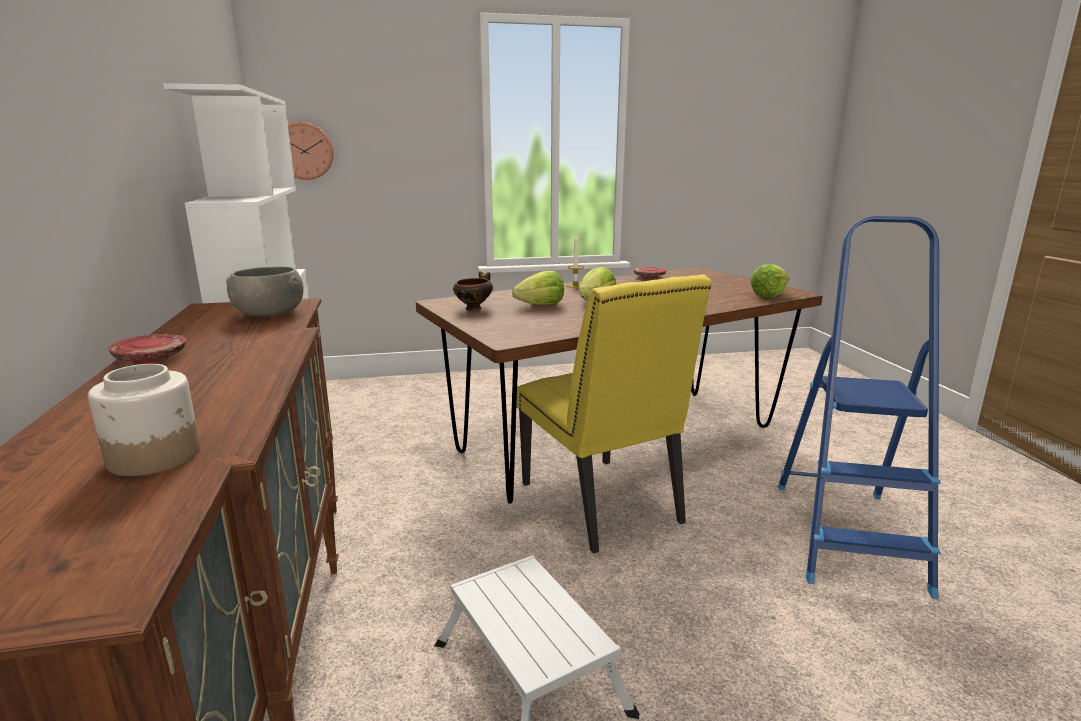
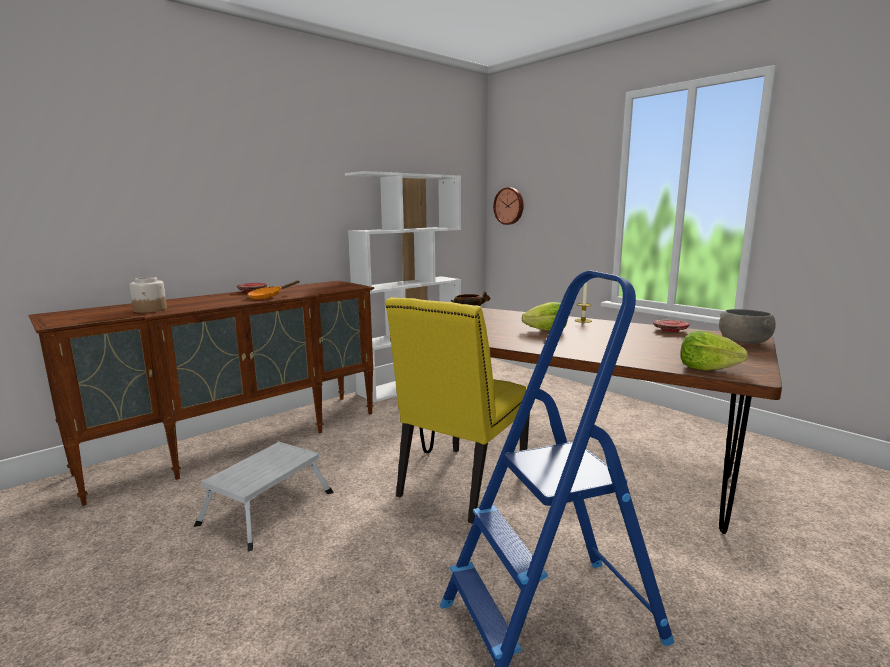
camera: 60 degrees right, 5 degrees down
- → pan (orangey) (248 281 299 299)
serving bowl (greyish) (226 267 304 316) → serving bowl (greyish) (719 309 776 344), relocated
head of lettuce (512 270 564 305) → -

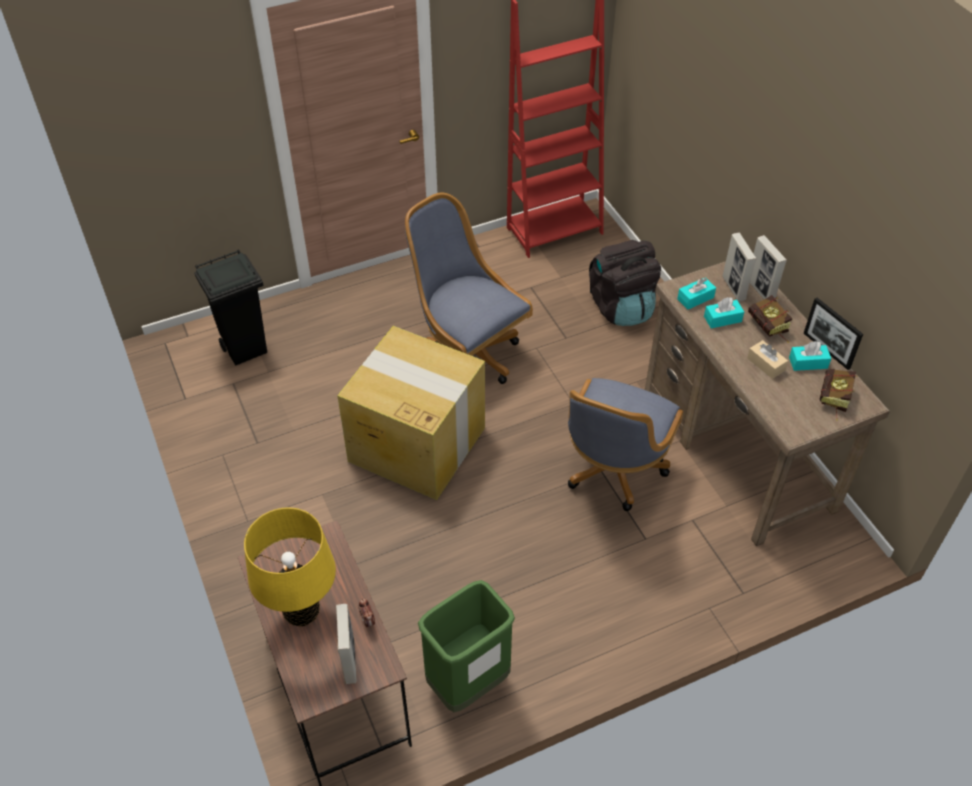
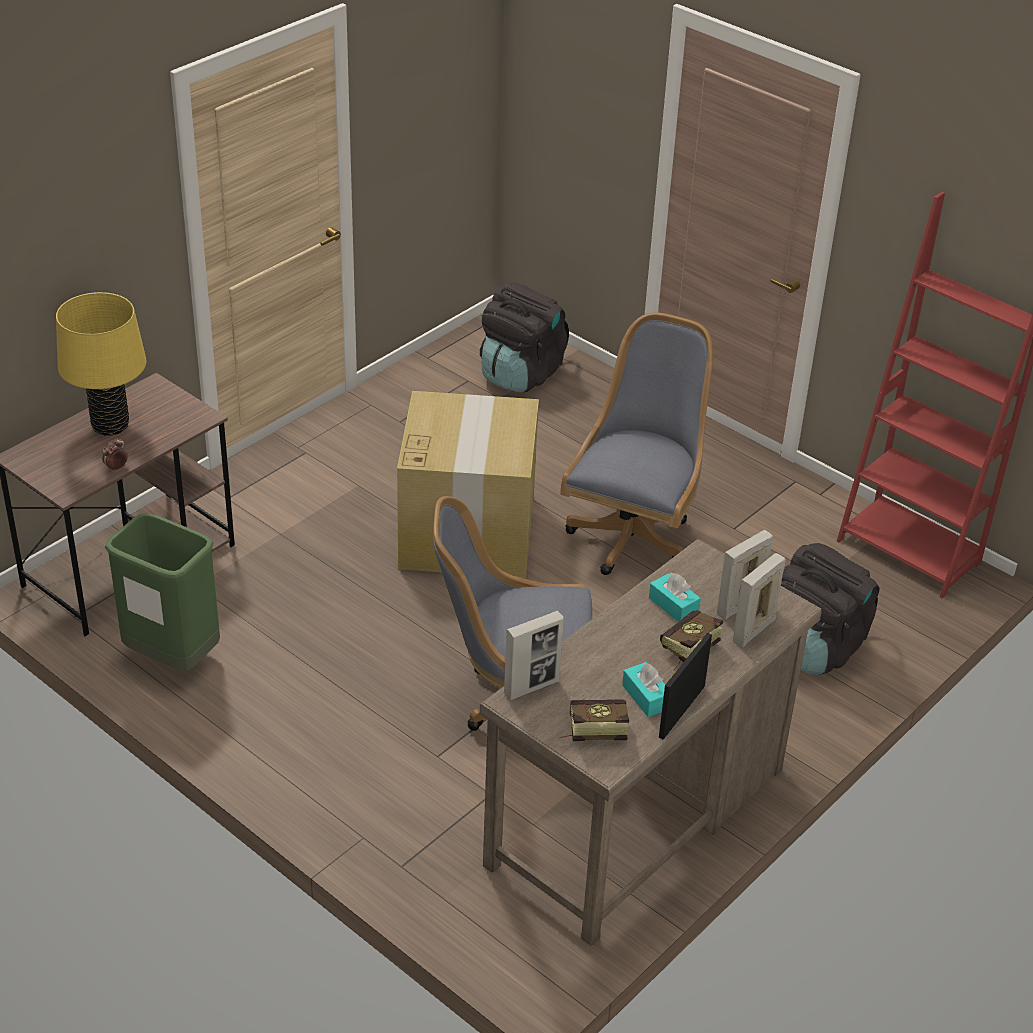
camera: 65 degrees right, 10 degrees down
waste bin (blackish) (194 249 267 365) → knapsack (blackish) (480 282 569 392)
standing frame (336 604 357 684) → standing frame (504 611 564 700), relocated
tissue box (turquoise) (677 277 716 309) → -
tissue box (beige-coloured) (747 340 788 379) → -

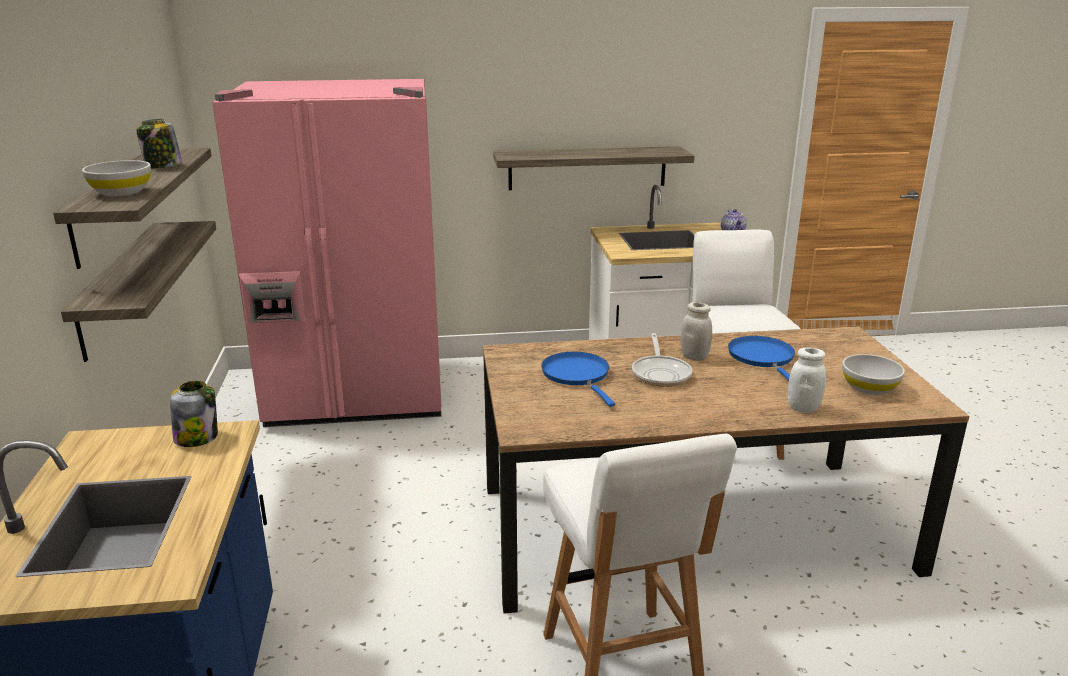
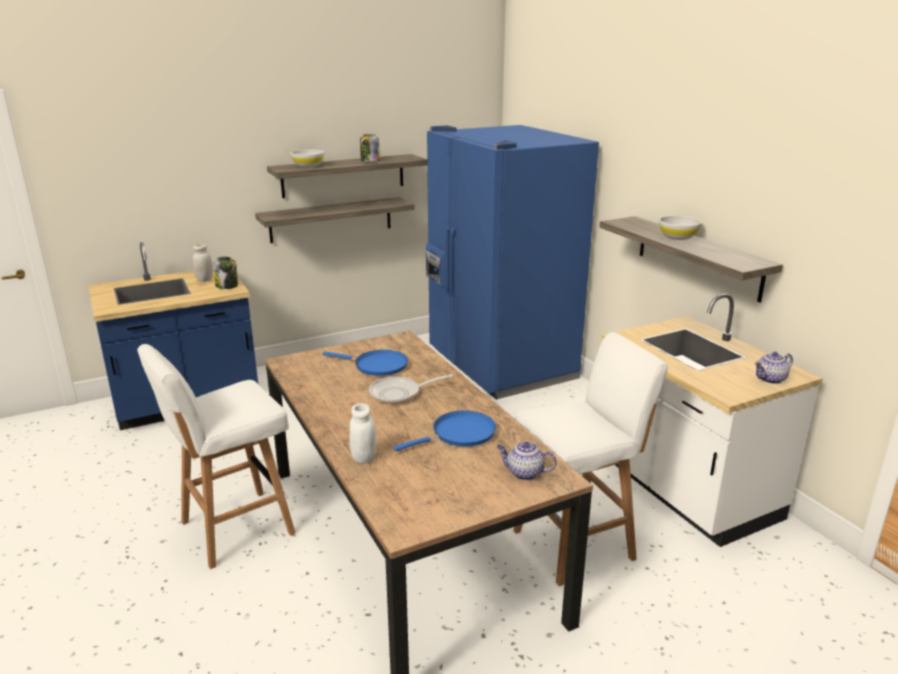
camera: 70 degrees right, 0 degrees up
storage jar (whitish) (681 302 712 361) → storage jar (whitish) (193 244 213 282), relocated
pan (blue-coloured) (541 352 615 407) → pan (blue-coloured) (322 350 408 376), 60 degrees clockwise
fridge (pink) (212 79 441 427) → fridge (blue-coloured) (426 125 599 400)
- → pot for tea (497 442 557 480)
serving bowl (whitish) (842 354 905 395) → serving bowl (whitish) (659 216 701 240), relocated

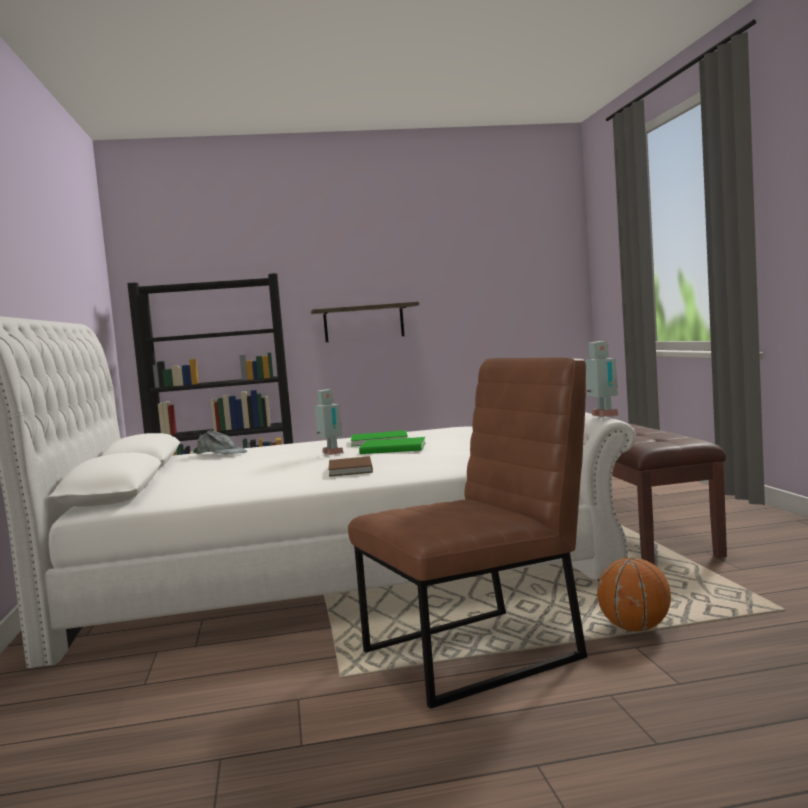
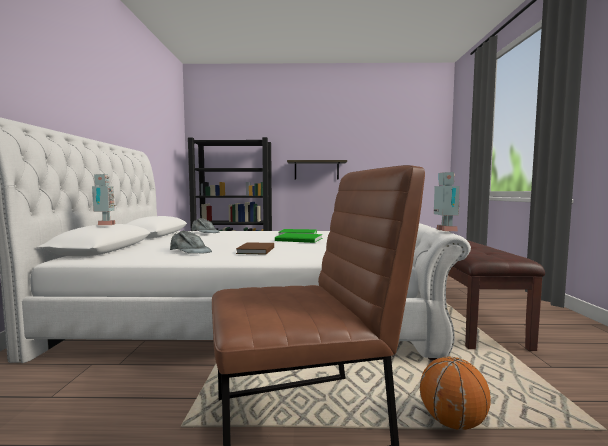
camera: 10 degrees right, 0 degrees up
robot figure (315 389 343 455) → robot figure (92 174 116 225), relocated
- → baseball cap (greyish) (170 230 212 254)

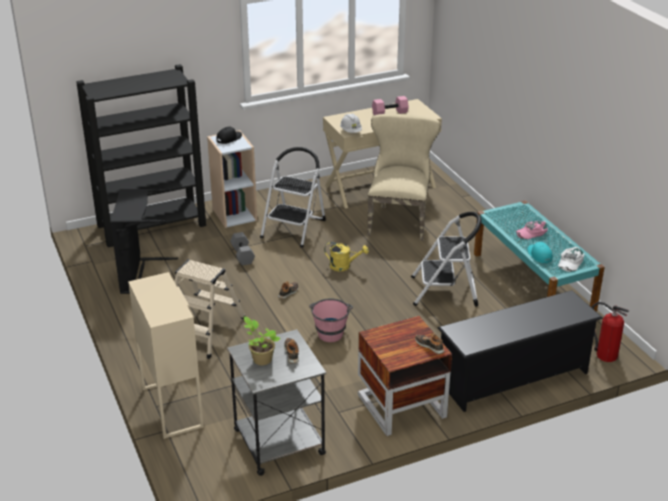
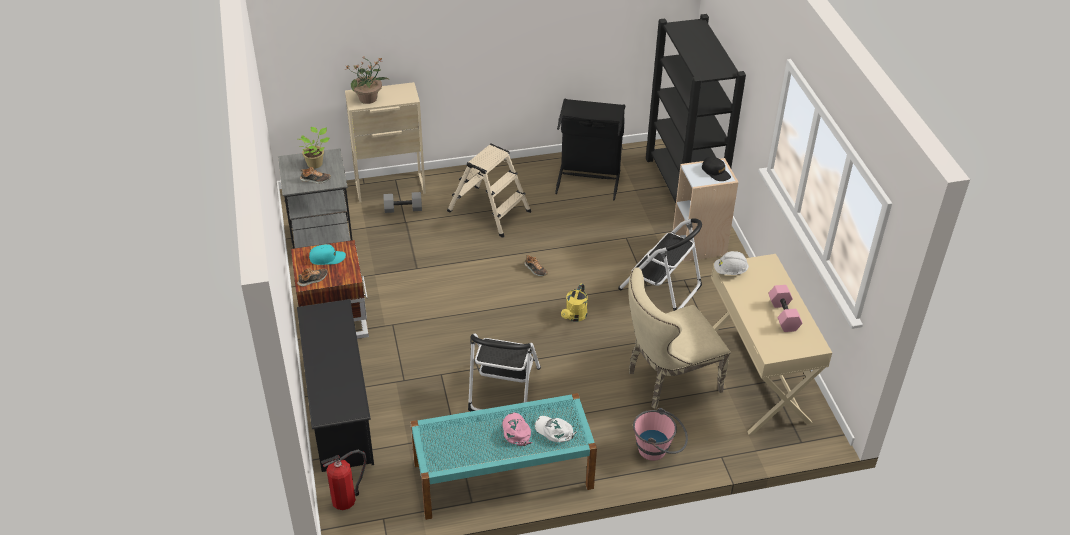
camera: 100 degrees right, 10 degrees up
baseball cap (turquoise) (527 242 552 263) → baseball cap (turquoise) (309 244 346 265), relocated
- → plant in a pot (345 57 390 104)
hand weight (greyish) (230 232 255 265) → hand weight (greyish) (384 192 422 213), relocated
baseball cap (whitish) (558 247 584 272) → baseball cap (whitish) (535 416 577 442), relocated
plain chair (beige-coloured) (367 114 440 241) → plain chair (beige-coloured) (628 267 731 409), 135 degrees clockwise
water bucket (pink) (309 298 353 342) → water bucket (pink) (633 408 688 461), relocated

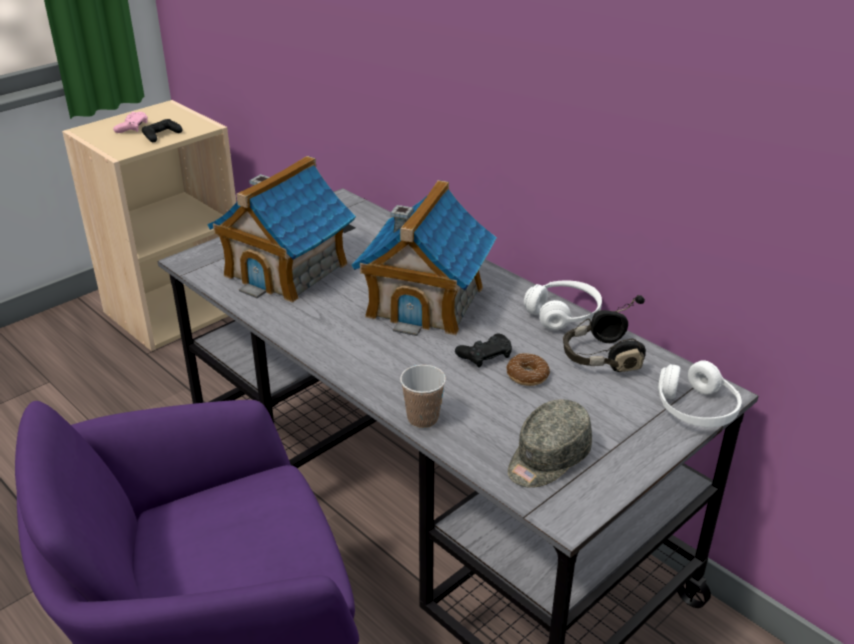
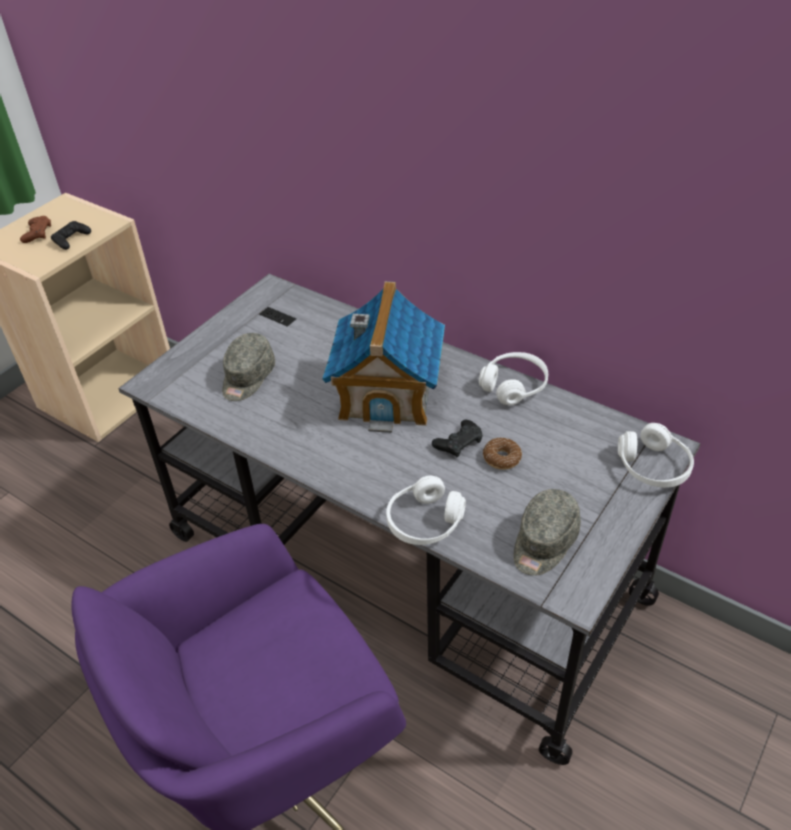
camera: 10 degrees left, 10 degrees up
joypad (pink) (113 112 148 133) → joypad (brown-coloured) (20 216 51 243)
miniature house (207 156 356 303) → baseball cap (greyish) (222 333 275 401)
drinking cup (400 365 446 429) → headset (whitish) (386 476 466 545)
headset (blackish) (563 295 646 372) → -

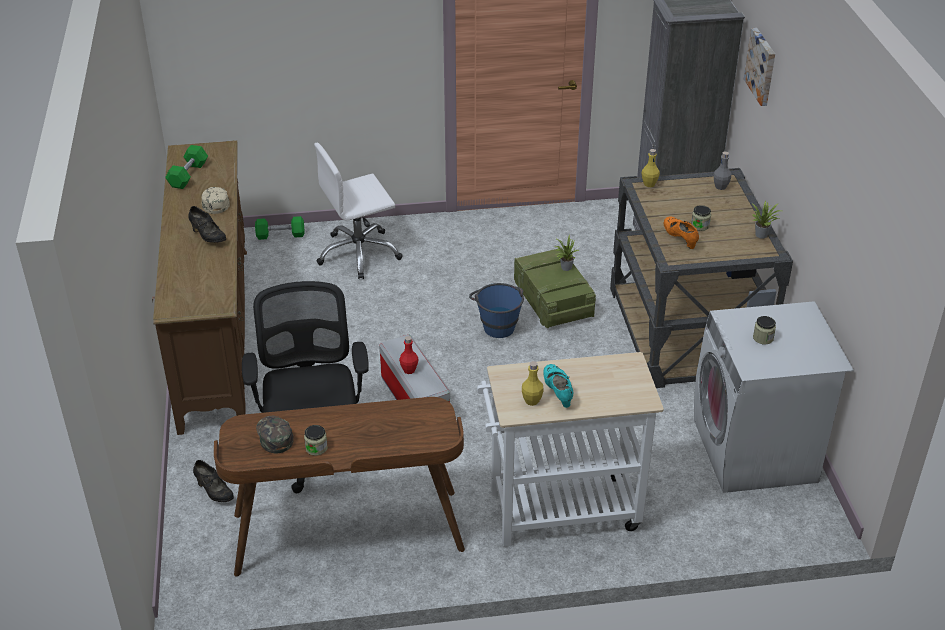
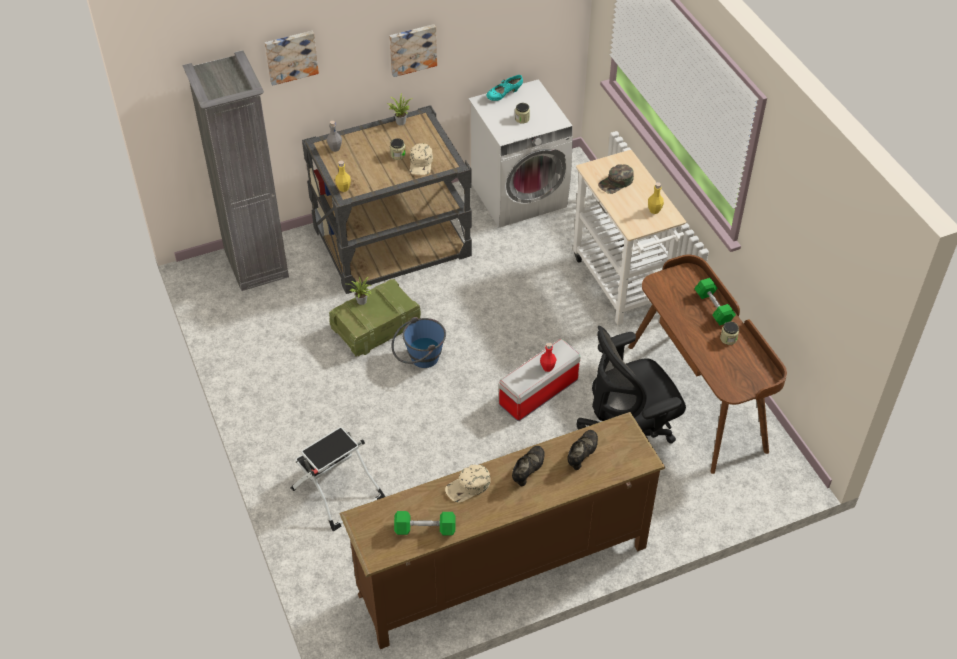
camera: 105 degrees left, 10 degrees up
desk chair (whitish) (314 143 403 279) → stepladder (291 427 386 531)
- → wall art (389 24 437 77)
shoe (orangey) (664 216 699 249) → baseball cap (beige-coloured) (410 143 433 175)
shoe (turquoise) (543 364 573 408) → shoe (turquoise) (486 75 523 101), relocated
shoe (blackish) (193 460 234 502) → shoe (blackish) (567 430 598 470), relocated
baseball cap (green) (256 416 294 453) → baseball cap (green) (598 164 634 194), relocated
hand weight (green) (255 216 304 240) → hand weight (green) (694 278 736 325), relocated

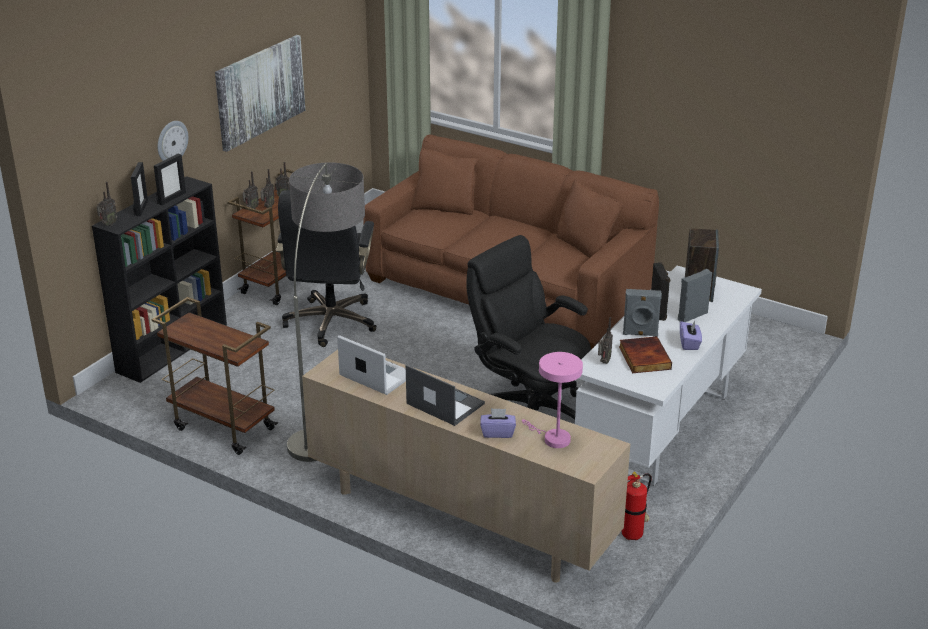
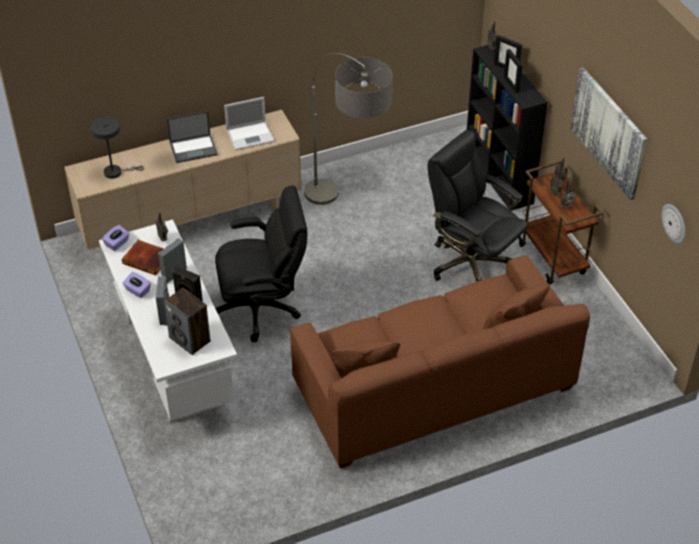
camera: 125 degrees right, 15 degrees up
tabletop lamp (pink) (522 352 583 448) → tabletop lamp (greyish) (90 117 144 179)
tissue box (purple-coloured) (480 408 516 438) → tissue box (purple-coloured) (102 225 130 251), relocated
clock on the wall (158 121 188 161) → clock on the wall (661 204 685 244), relocated
cart (brown-coloured) (151 297 278 455) → -
extinguisher (622 471 651 540) → -

